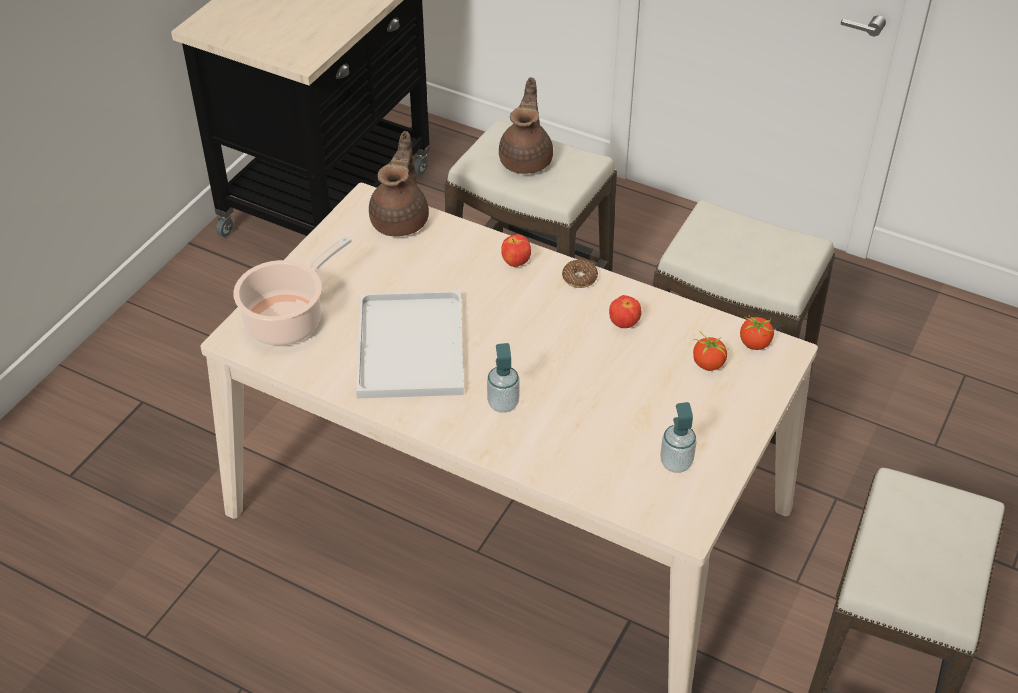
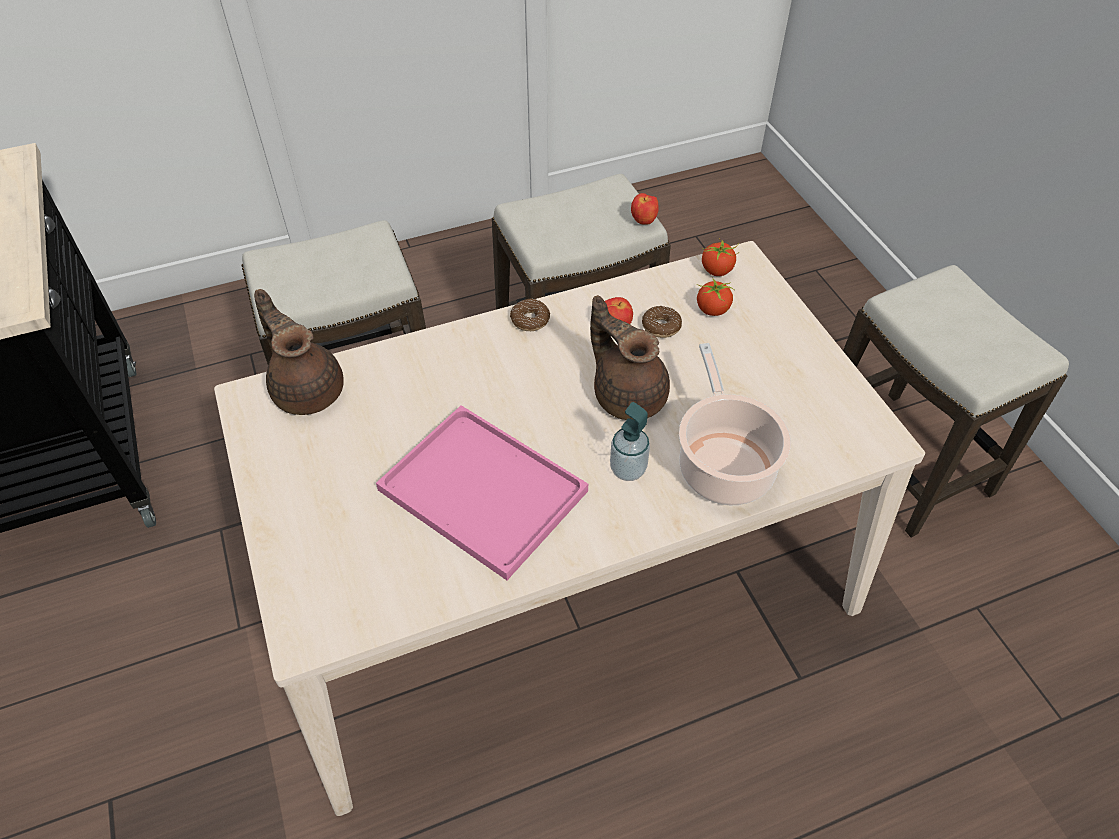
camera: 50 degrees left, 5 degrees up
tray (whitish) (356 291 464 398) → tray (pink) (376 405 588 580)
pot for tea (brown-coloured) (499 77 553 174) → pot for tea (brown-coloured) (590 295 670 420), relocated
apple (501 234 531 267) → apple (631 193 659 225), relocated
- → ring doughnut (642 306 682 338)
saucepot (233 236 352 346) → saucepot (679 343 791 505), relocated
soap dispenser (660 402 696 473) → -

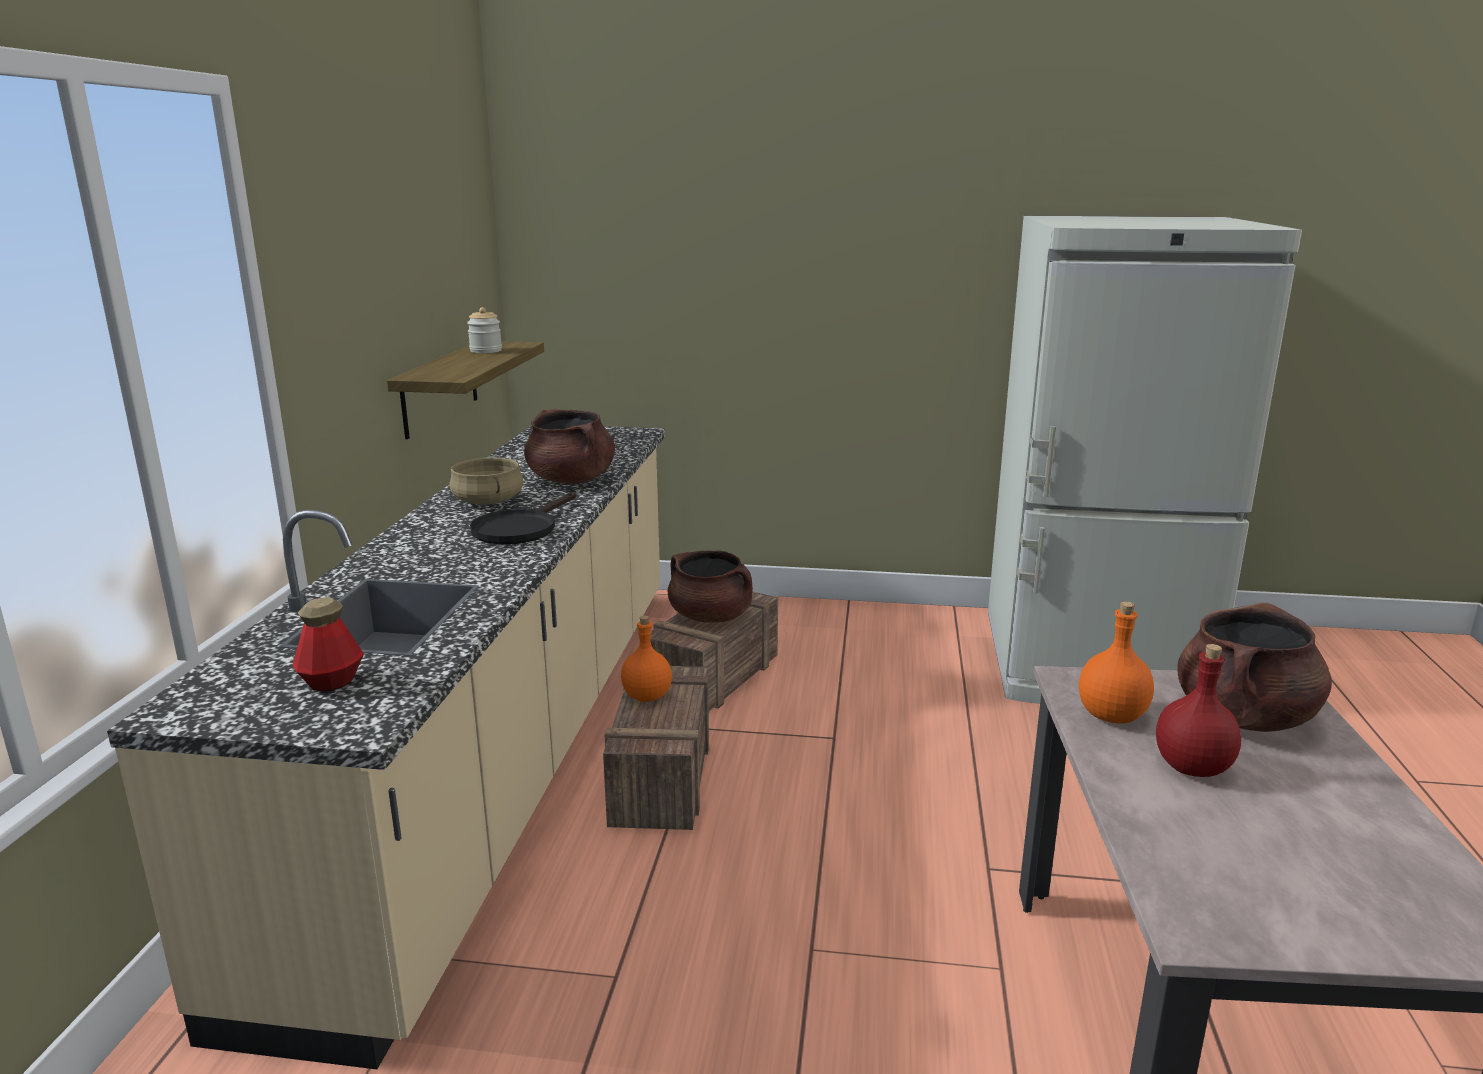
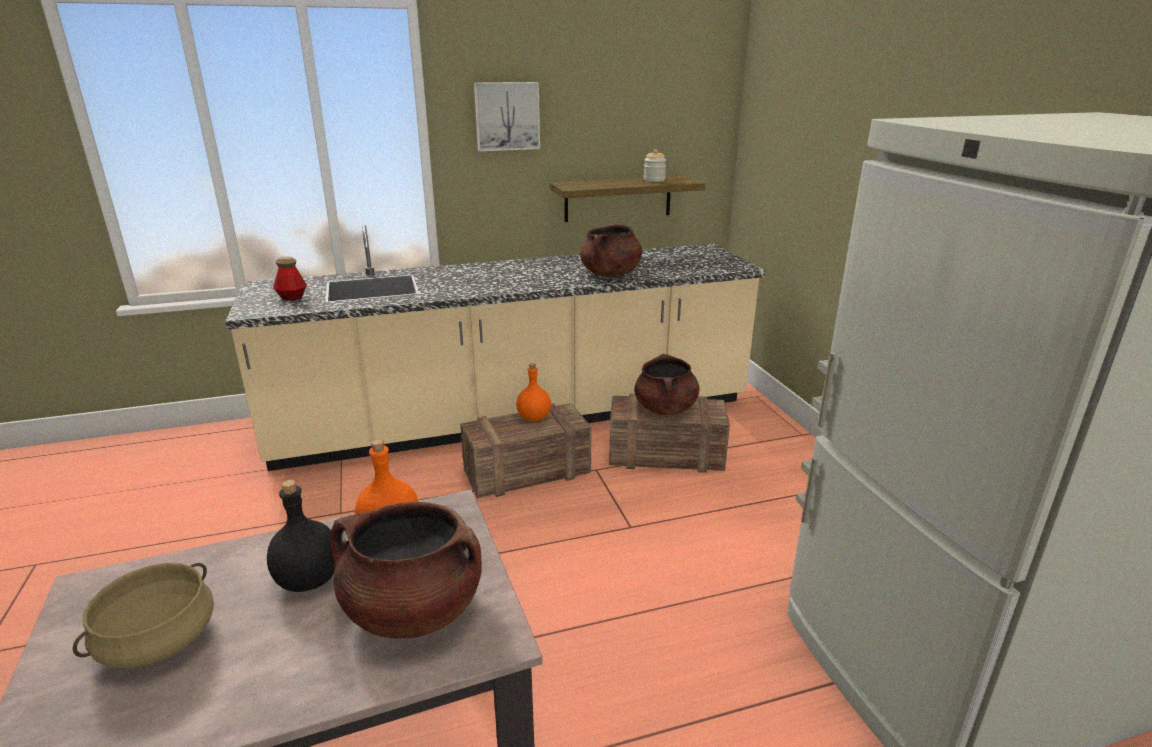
camera: 65 degrees right, 5 degrees up
saucepot (beige-coloured) (449 457 523 505) → saucepot (beige-coloured) (73 563 214 669), relocated
drink bottle (red) (1156 644 1241 777) → drink bottle (blackish) (267 480 335 592)
- → wall art (474 82 540 151)
pan (blackish) (470 492 576 544) → -

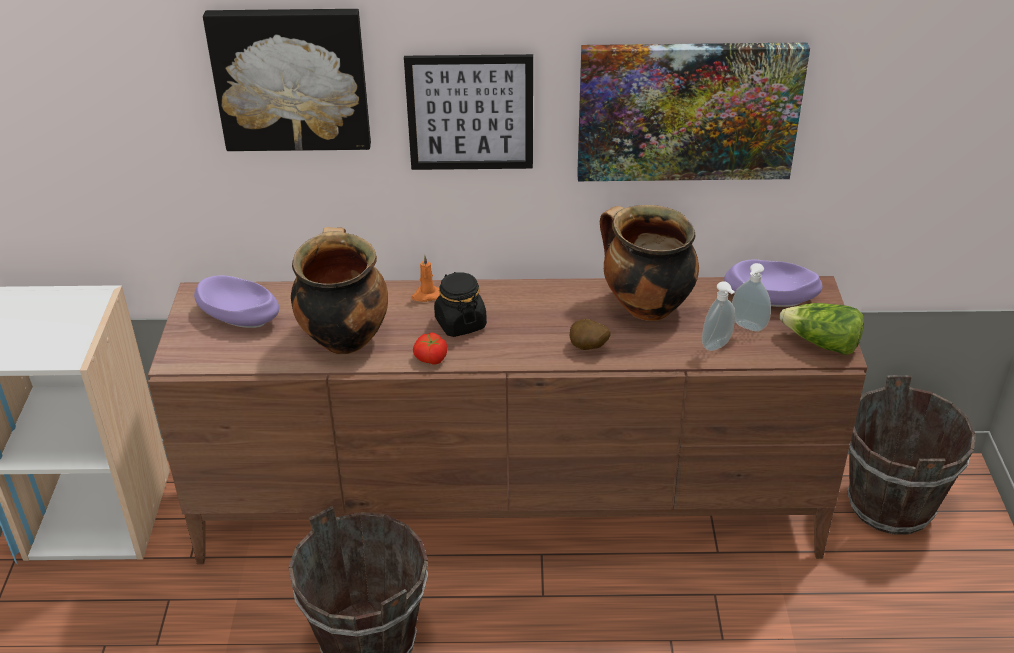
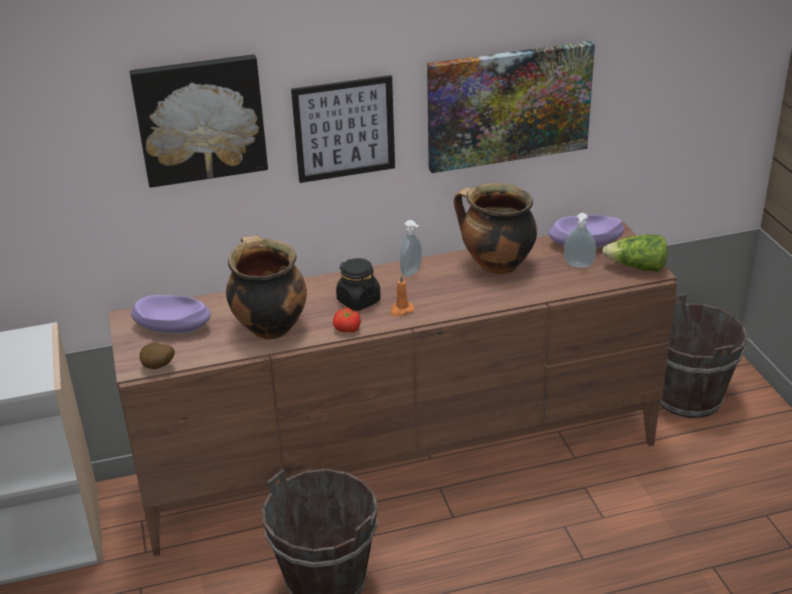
camera: 15 degrees left, 5 degrees down
spud (570 319 611 350) → spud (140 343 175 369), relocated
candle (orangey) (411 255 440 302) → candle (orangey) (390 275 414 316), relocated
soap dispenser (702 281 735 351) → soap dispenser (400 220 422 277), relocated

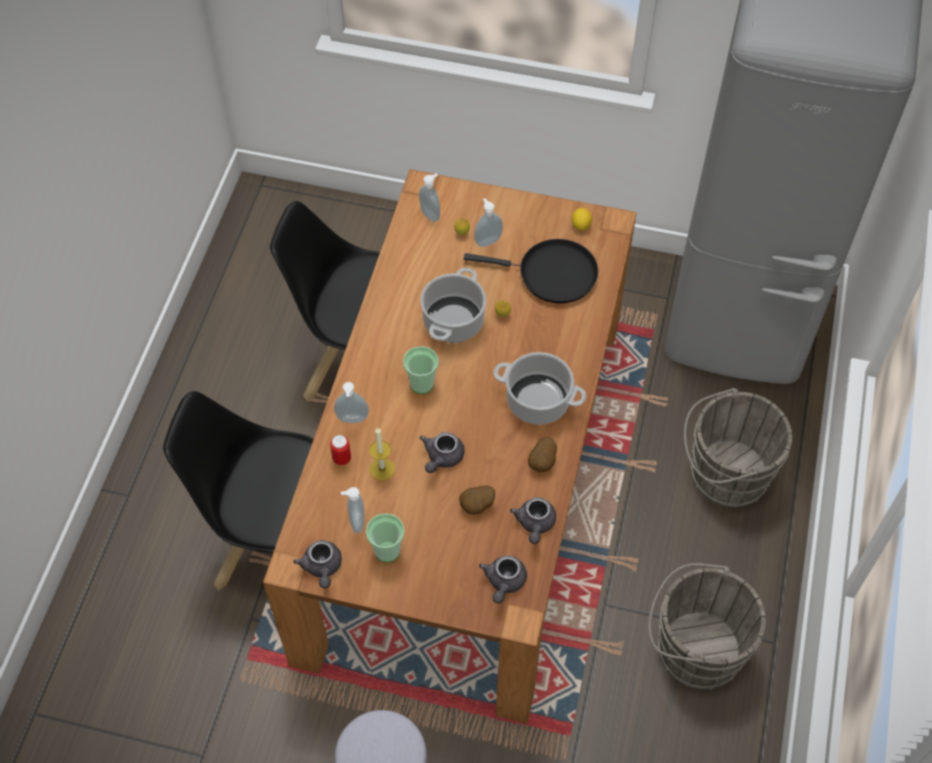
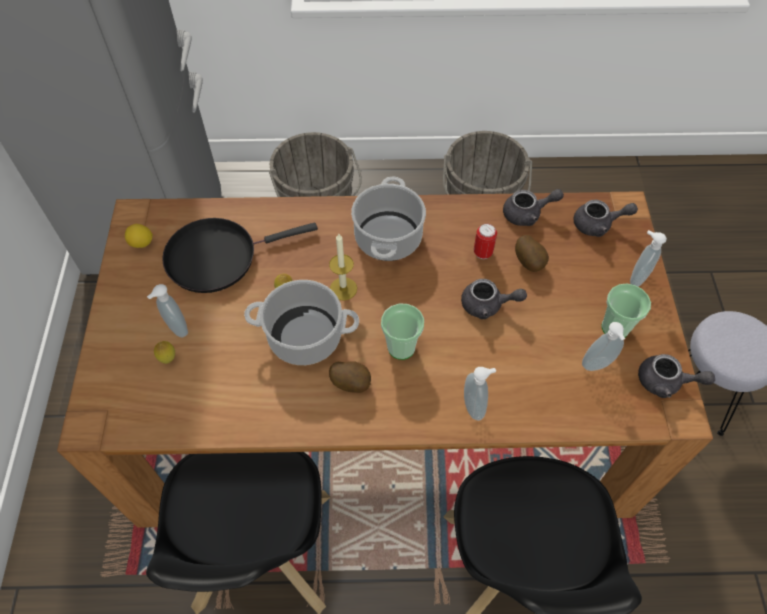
camera: 105 degrees left, 0 degrees up
pan (blackish) (464 239 598 303) → pan (blackish) (162 218 318 293), 105 degrees counterclockwise
candle (369 428 395 481) → candle (329 234 357 301), relocated
spud (528 437 557 472) → spud (329 361 371 393), relocated
can (330 435 351 465) → can (474 224 497 259), relocated
soap dispenser (419 173 440 222) → soap dispenser (630 230 667 287), relocated
pot for tea (greyish) (293 540 342 589) → pot for tea (greyish) (638 354 715 398), 45 degrees clockwise

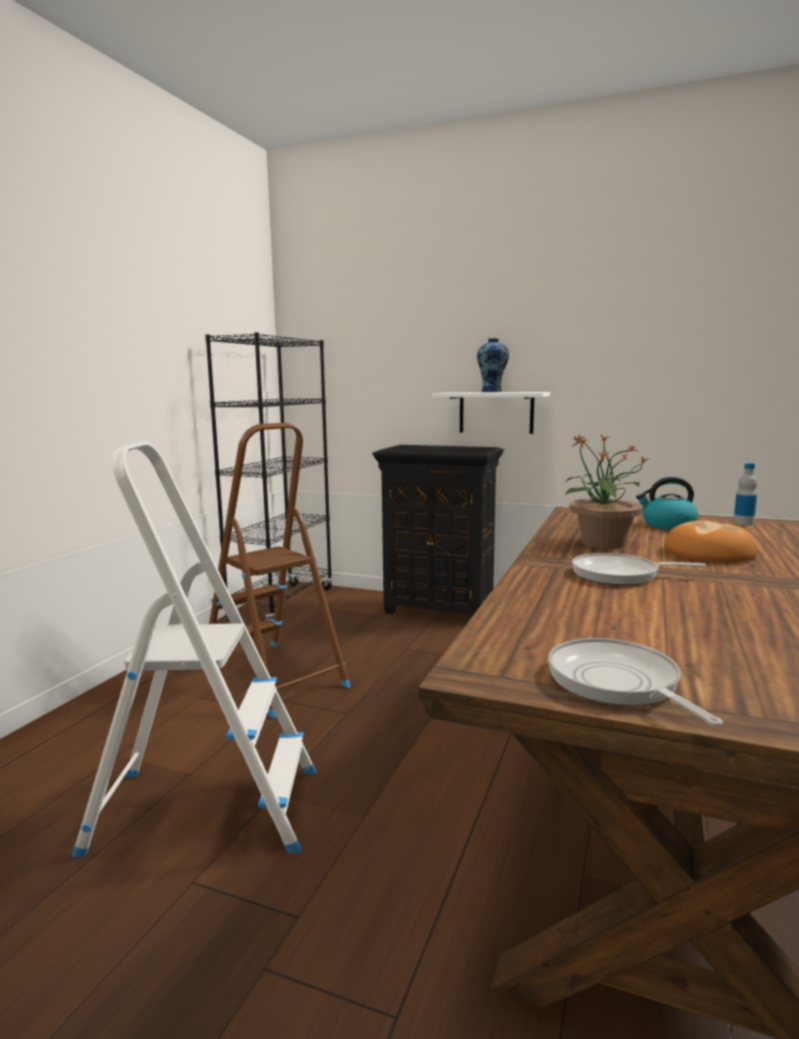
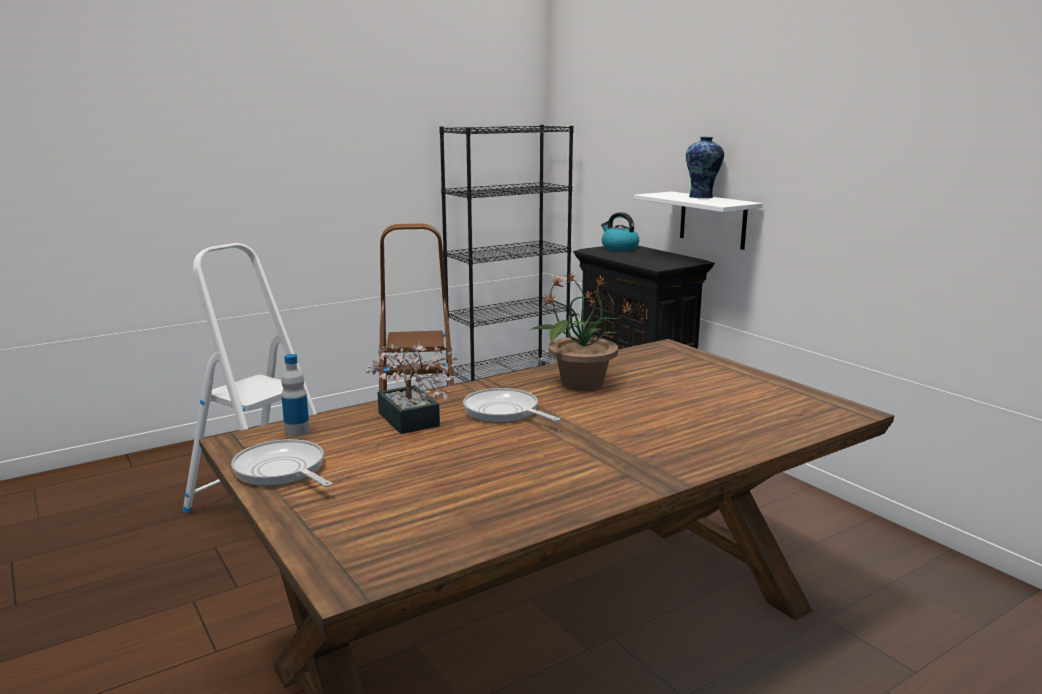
camera: 35 degrees right, 5 degrees up
pan (548 638 723 726) → pan (231 439 332 487), 60 degrees counterclockwise
drink bottle (733 463 757 526) → drink bottle (281 354 310 436), relocated
- → plant in a pot (365 343 458 434)
tea kettle (636 477 698 530) → tea kettle (601 212 639 251), relocated
bread (664 520 758 562) → -

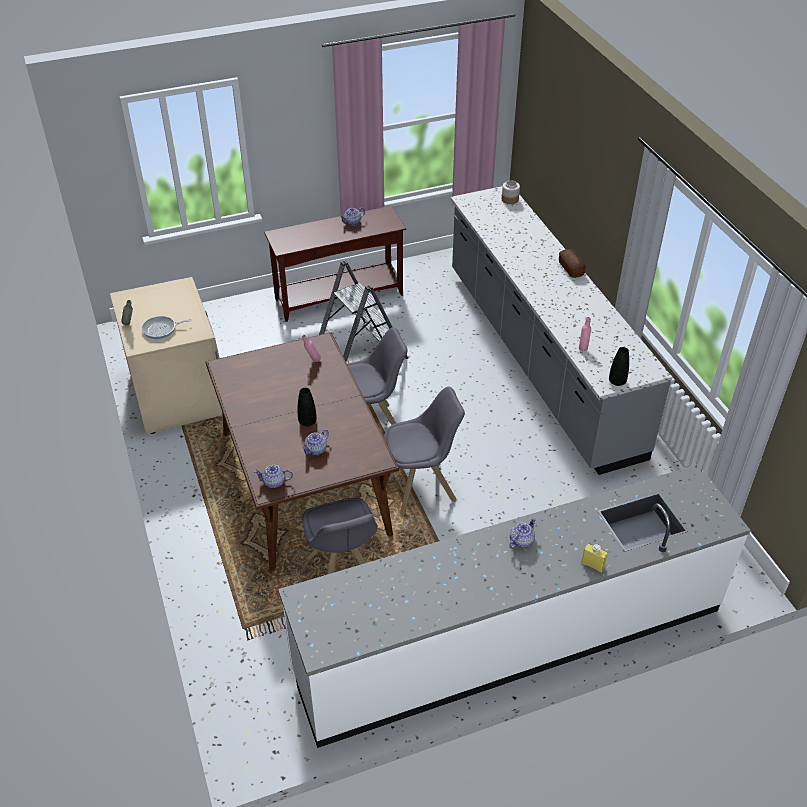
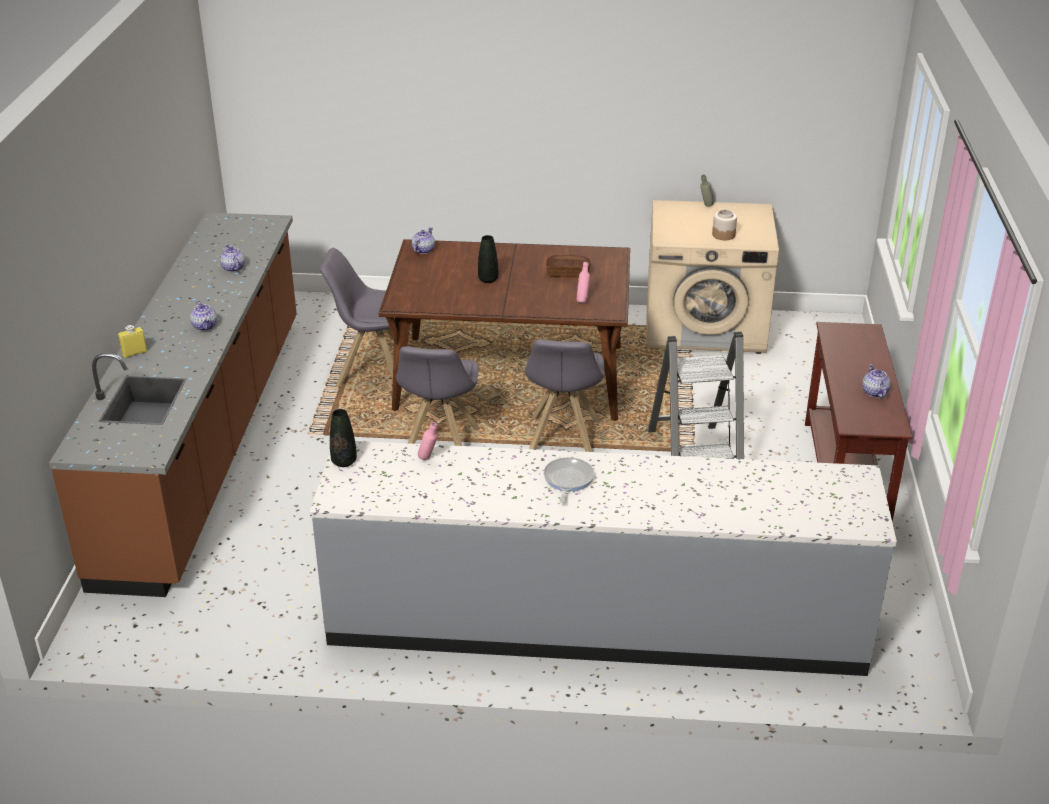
camera: 115 degrees right, 10 degrees down
counter (whitish) (278 464 751 748) → counter (brown-coloured) (49 212 297 597)
pot for tea (302 429 329 455) → pot for tea (220 244 245 272), relocated
pan (142 316 192 339) → pan (544 457 594 503), relocated
bread (559 249 586 278) → bread (546 255 590 278), relocated
storage jar (502 180 520 204) → storage jar (712 209 737 240), relocated

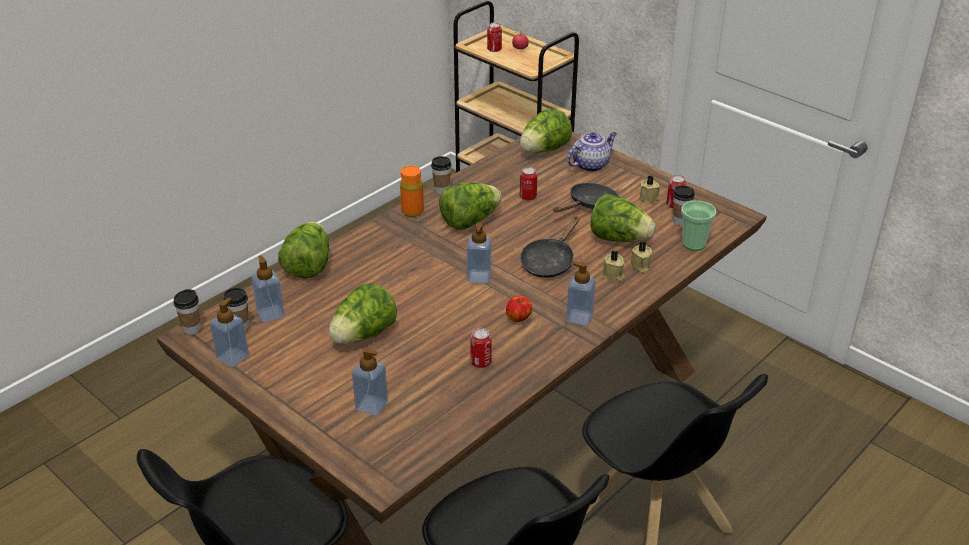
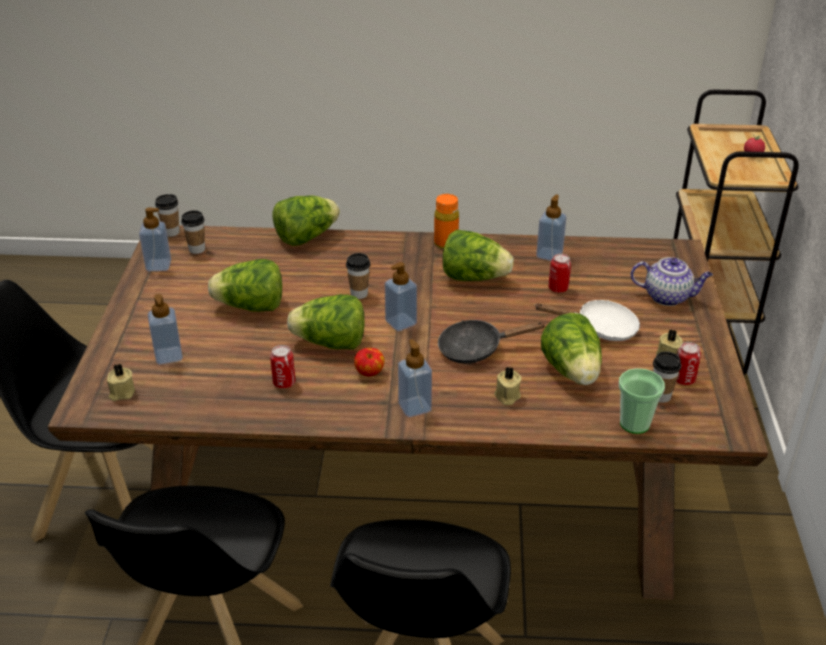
camera: 50 degrees right, 0 degrees up
candle (beige-coloured) (629 241 652 273) → candle (beige-coloured) (107 363 135 401), relocated
head of lettuce (520 108 572 153) → head of lettuce (287 294 365 350), relocated
drinking cup (431 156 452 195) → drinking cup (346 253 370 299), relocated
pan (blackish) (553 183 619 213) → pan (whitish) (534 300 640 341)
soap dispenser (251 255 285 323) → soap dispenser (536 195 567 261), relocated
can (487 23 502 52) → -

